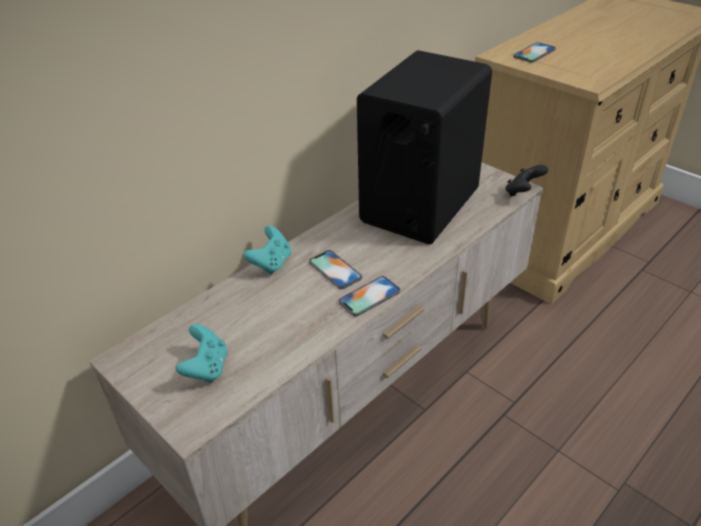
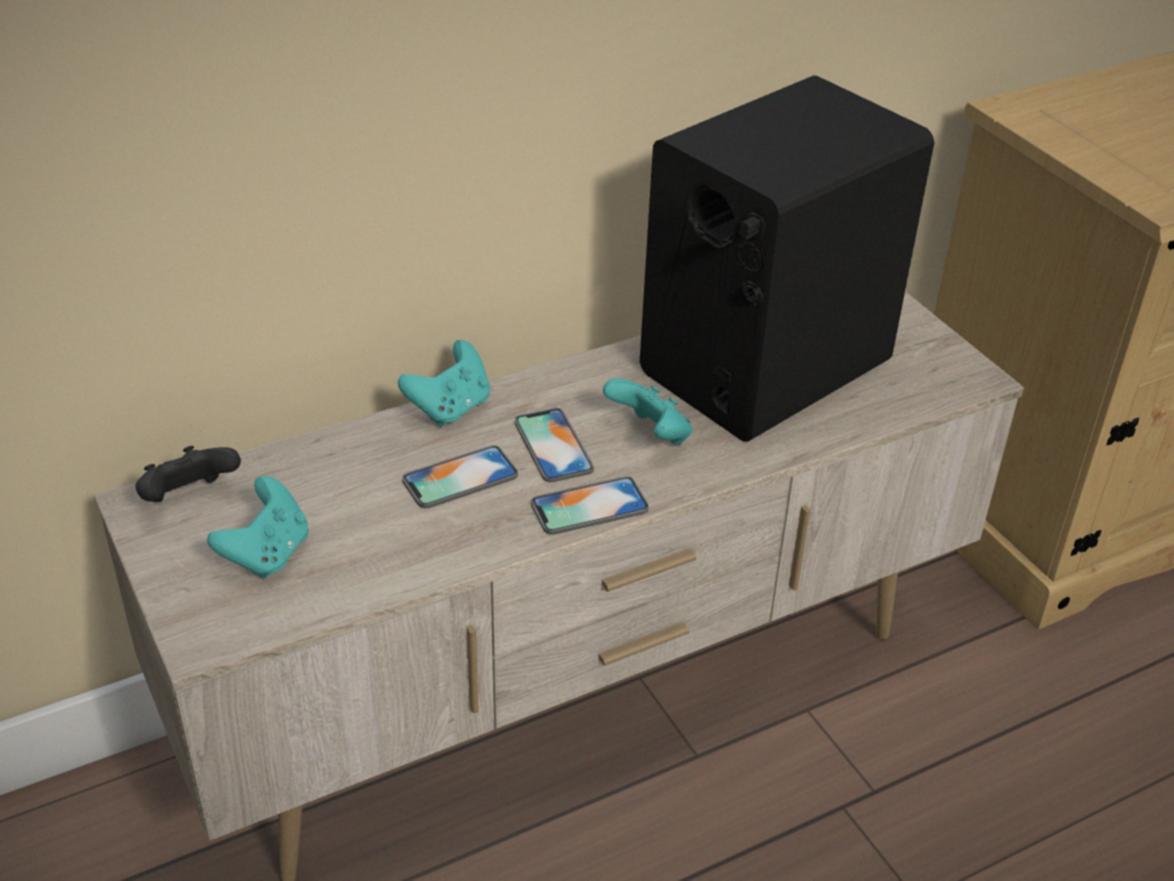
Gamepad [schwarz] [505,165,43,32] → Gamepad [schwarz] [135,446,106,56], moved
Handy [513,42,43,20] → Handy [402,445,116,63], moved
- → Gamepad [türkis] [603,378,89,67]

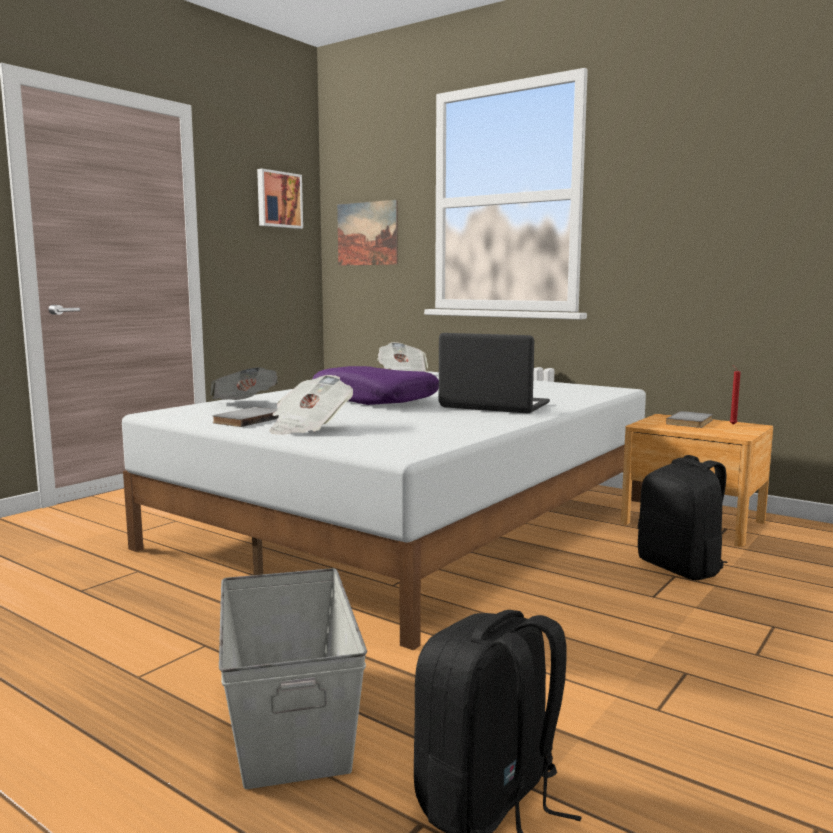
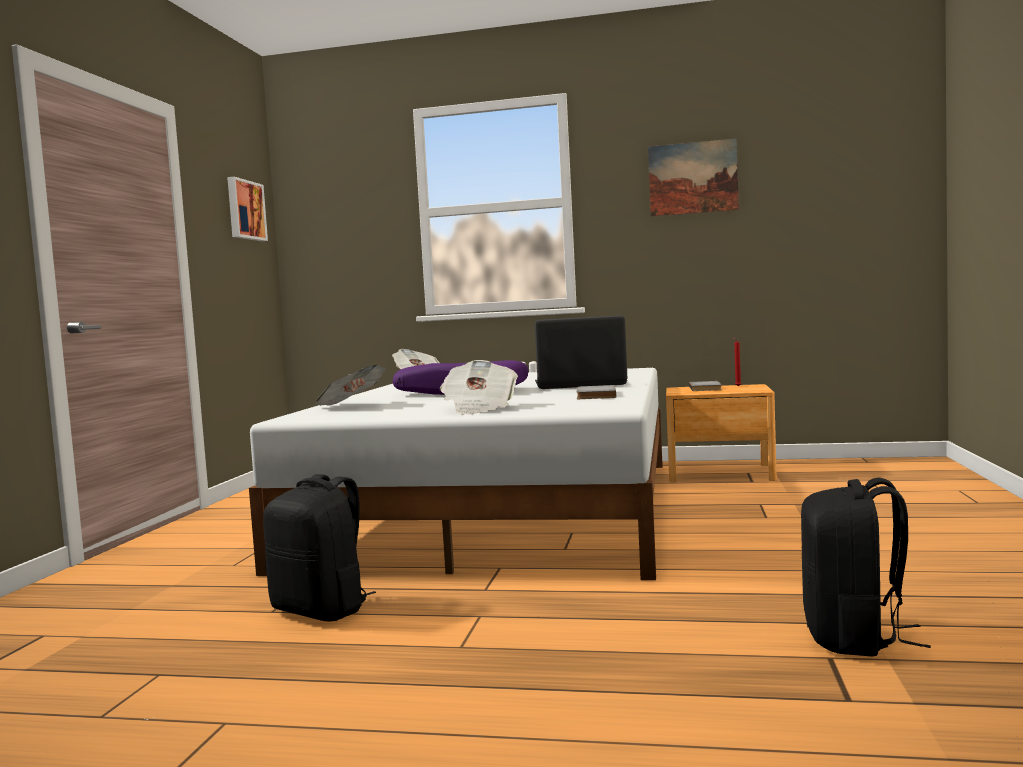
Buch [grau] [212,407,67,20] → Buch [grau] [577,385,39,14], moved
Aufbewahrungsbox [grau] [219,568,148,221] → -
Bild [337,200,61,66] → Bild [648,139,91,77], moved
Rucksack [schwarz] [638,455,90,125] → Rucksack [schwarz] [263,474,113,147], moved

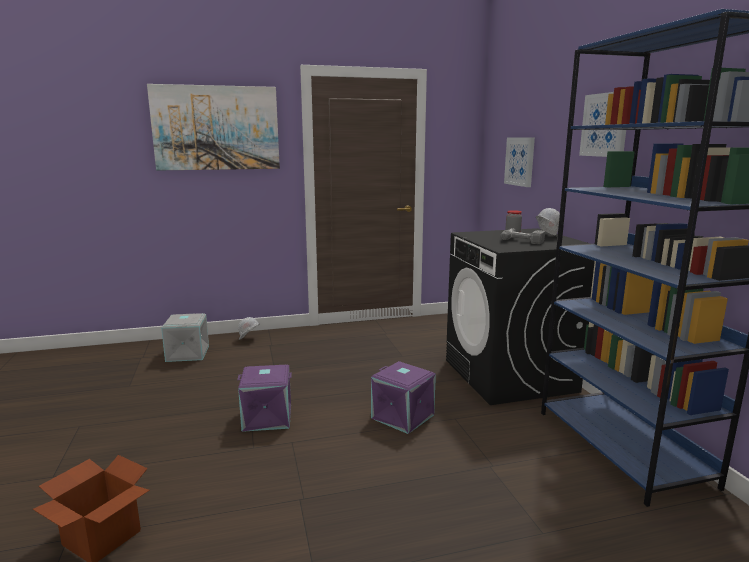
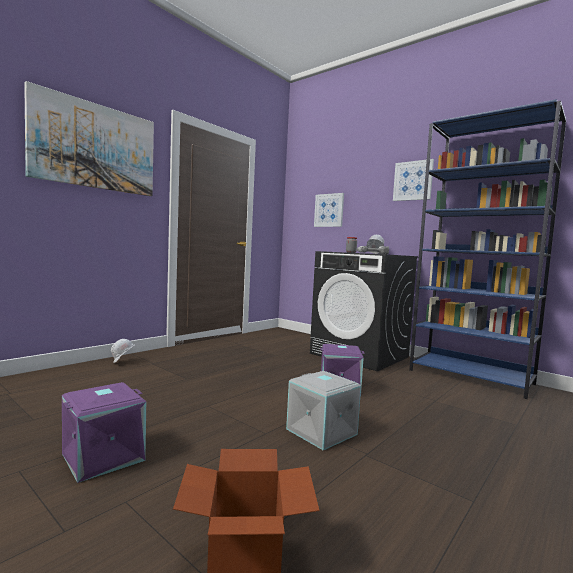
Aufbewahrungsbox [grau] [161,313,48,49] → Aufbewahrungsbox [grau] [286,371,75,79], moved
Aufbewahrungsbox [lila] [237,365,55,67] → Aufbewahrungsbox [lila] [62,382,84,101], moved

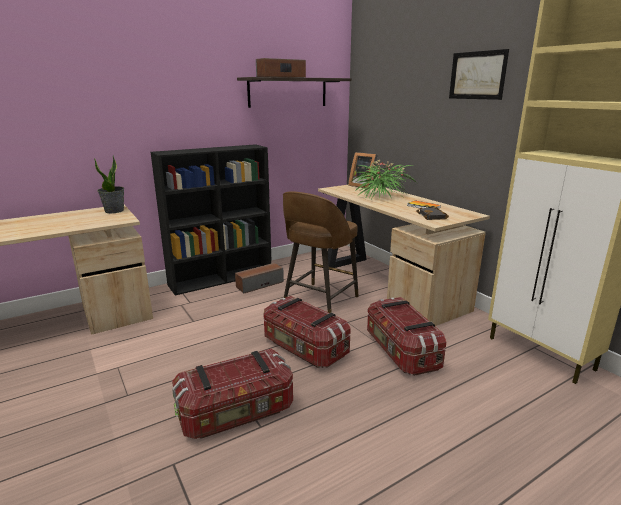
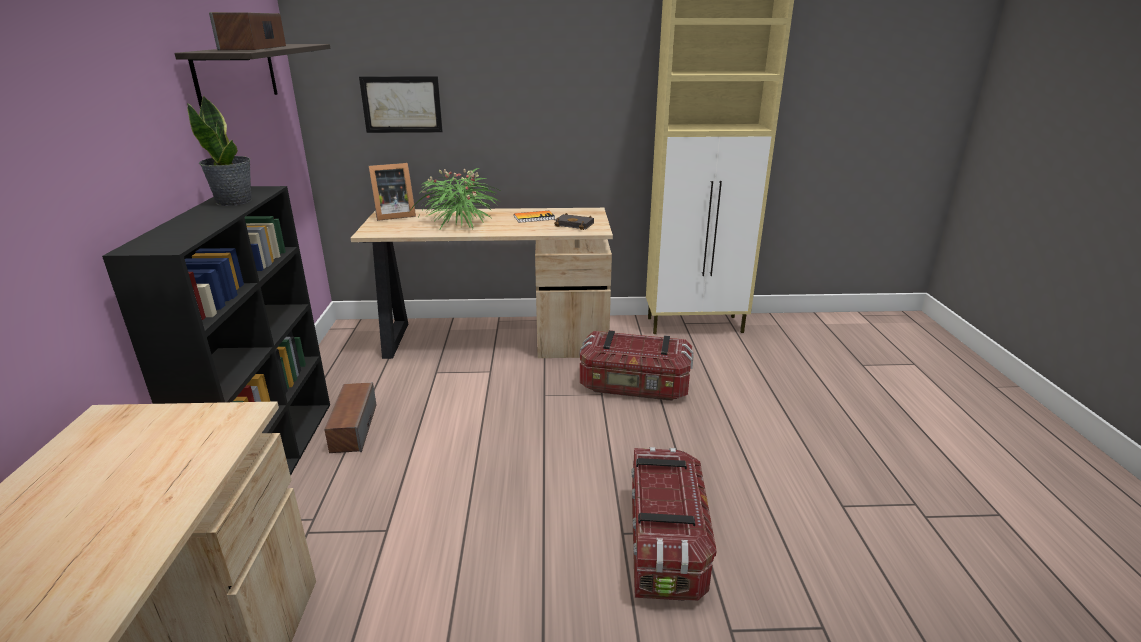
Topfpflanze [94,155,30,58] → Topfpflanze [187,95,64,111], moved
Aufbewahrungsbox [264,296,87,72] → -
Hocker [braun] [283,191,76,122] → -
Bild [449,49,60,51] → Bild [359,76,84,57], moved

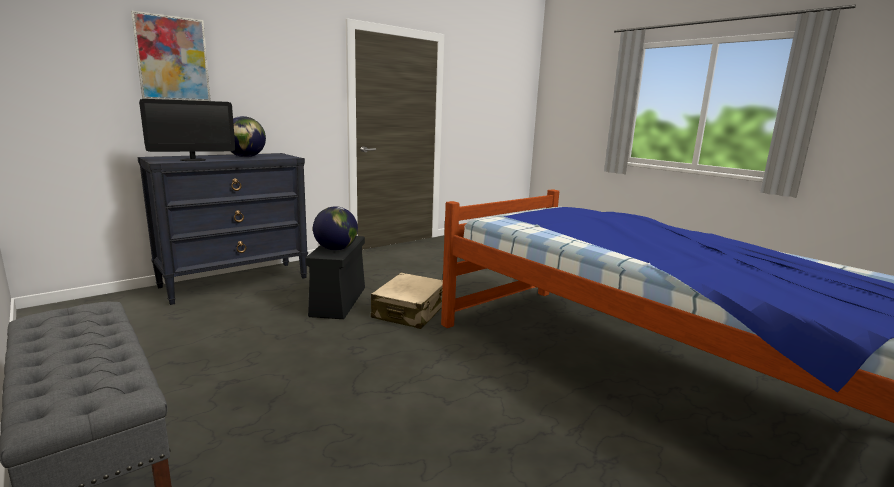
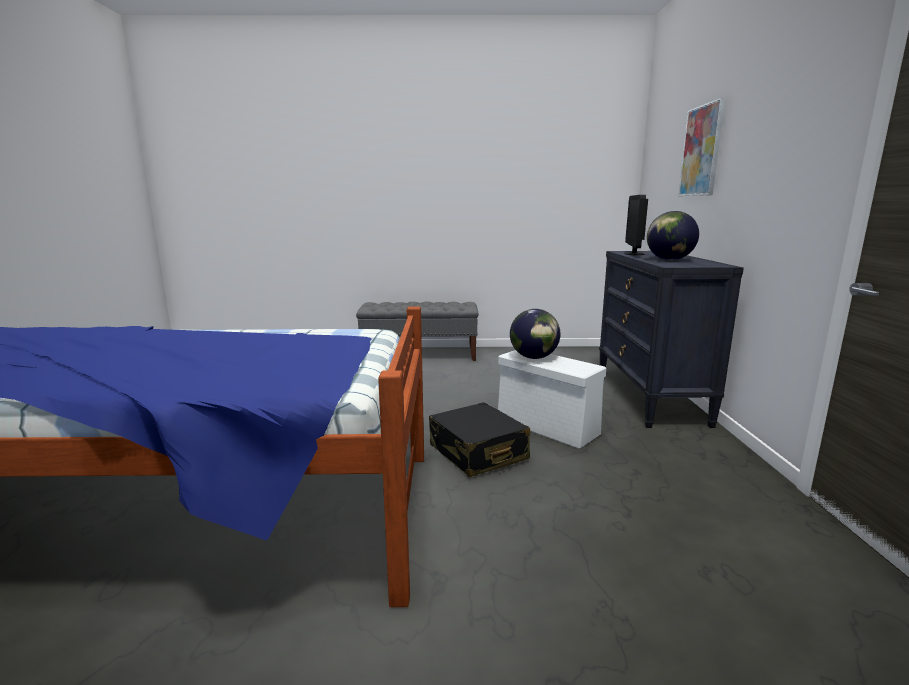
Aufbewahrungsbox [schwarz] [305,236,60,83] → Aufbewahrungsbox [weiß] [498,350,108,99]
Koffer [beige] [371,273,72,56] → Koffer [schwarz] [429,402,101,75]

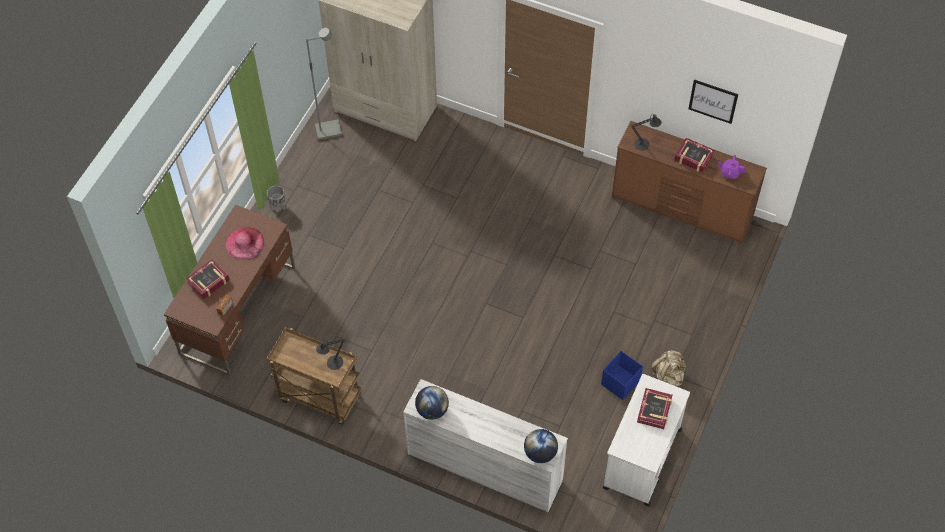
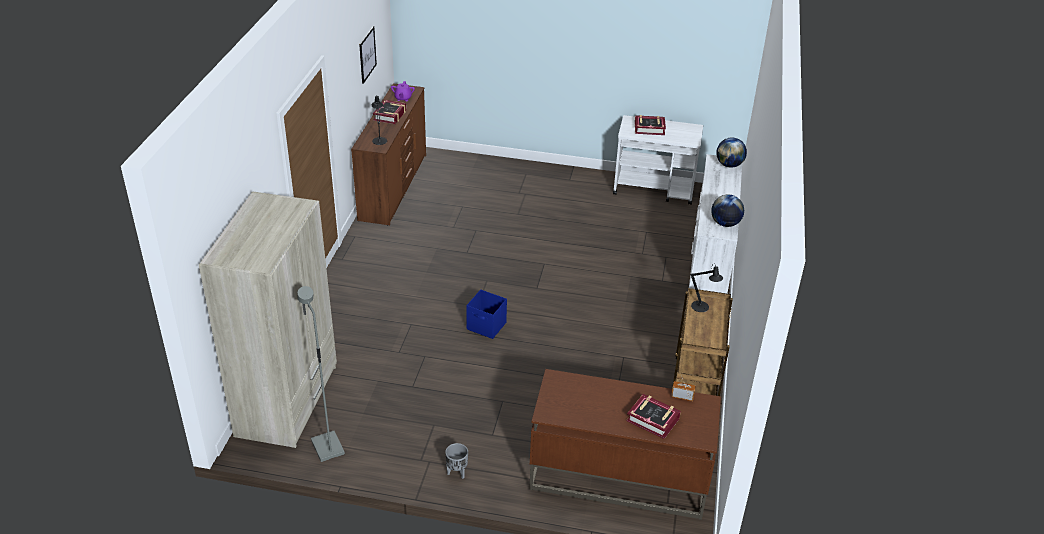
Hut [rosa] [226,227,38,33] → -
Aufbewahrungsbox [blau] [601,351,42,49] → Aufbewahrungsbox [blau] [466,290,41,49], moved
Rucksack [beige] [651,350,36,37] → -

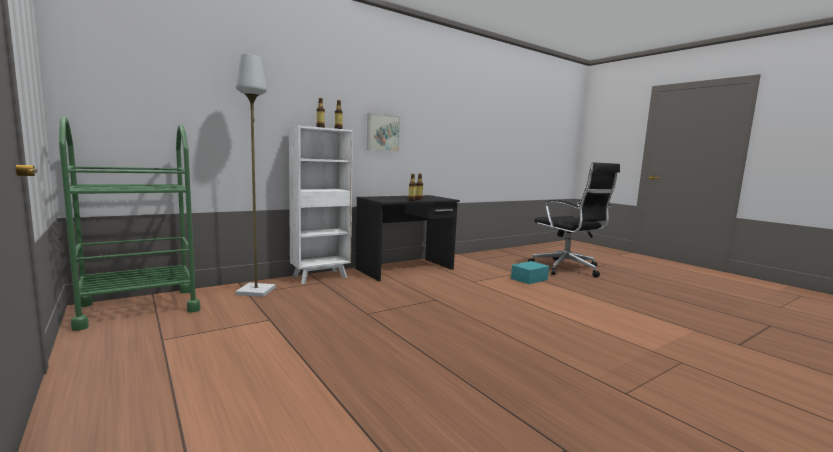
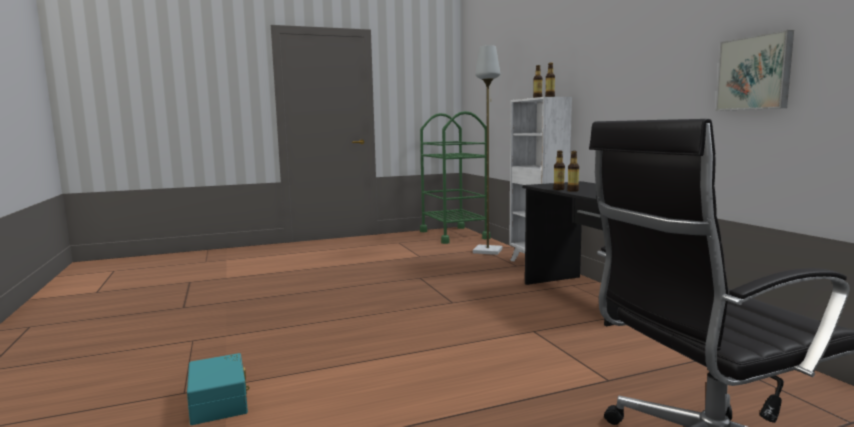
Bild [367,113,33,39] → Bild [716,30,78,81], moved
Aufbewahrungsbox [türkis] [511,261,38,23] → Aufbewahrungsbox [türkis] [187,353,63,72], moved

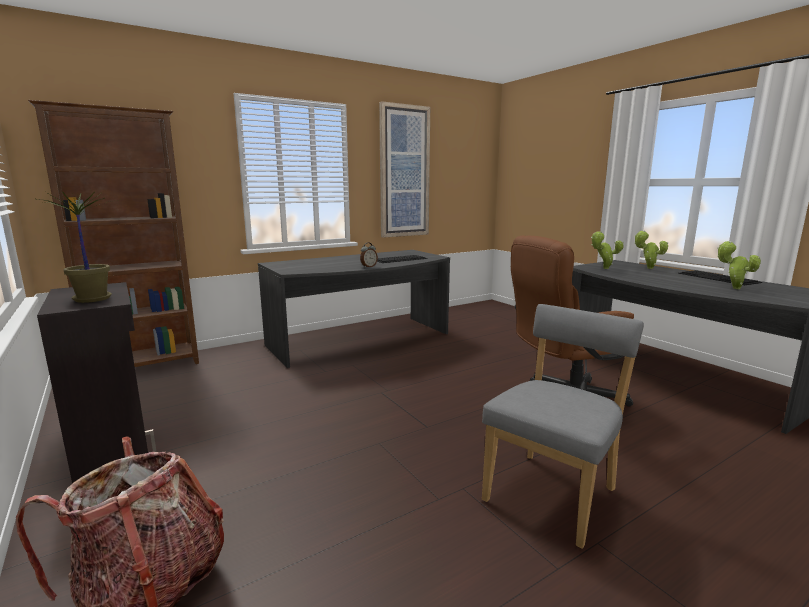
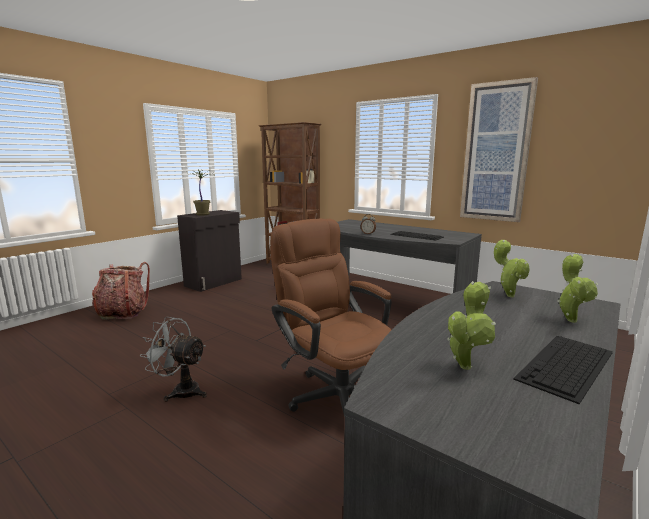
Stuhl [grau] [482,304,162,245] → Ventilator [grau] [140,317,67,85]

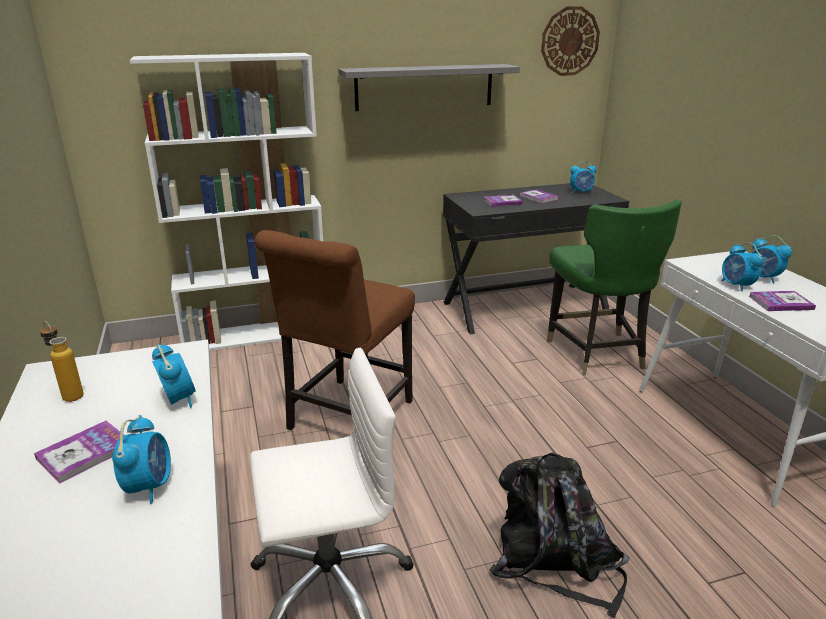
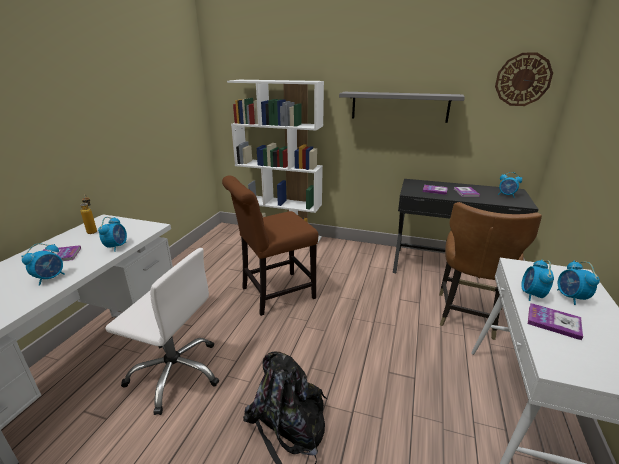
Stuhl [grün] [547,200,135,175] → Stuhl [braun] [439,202,103,138]

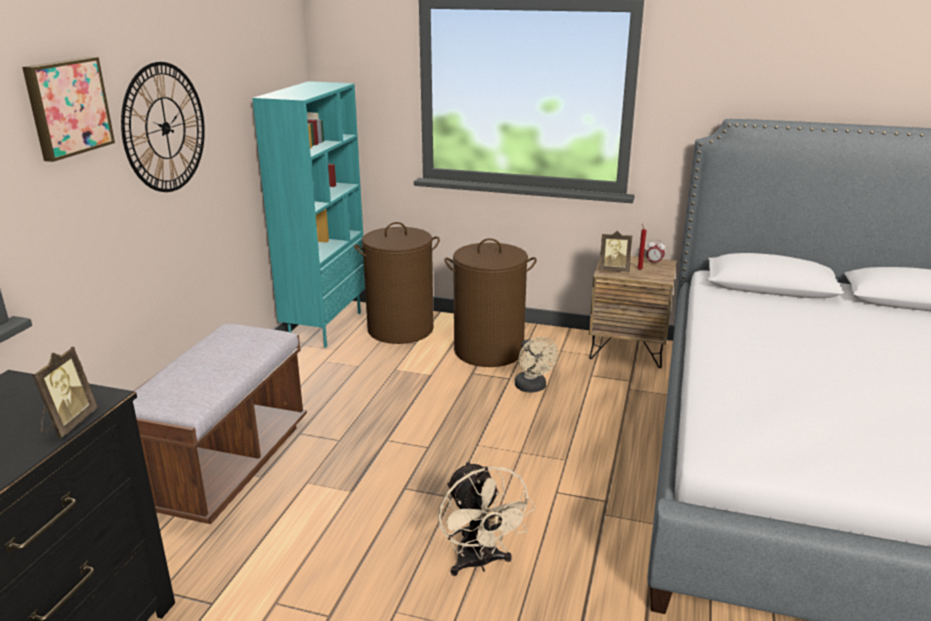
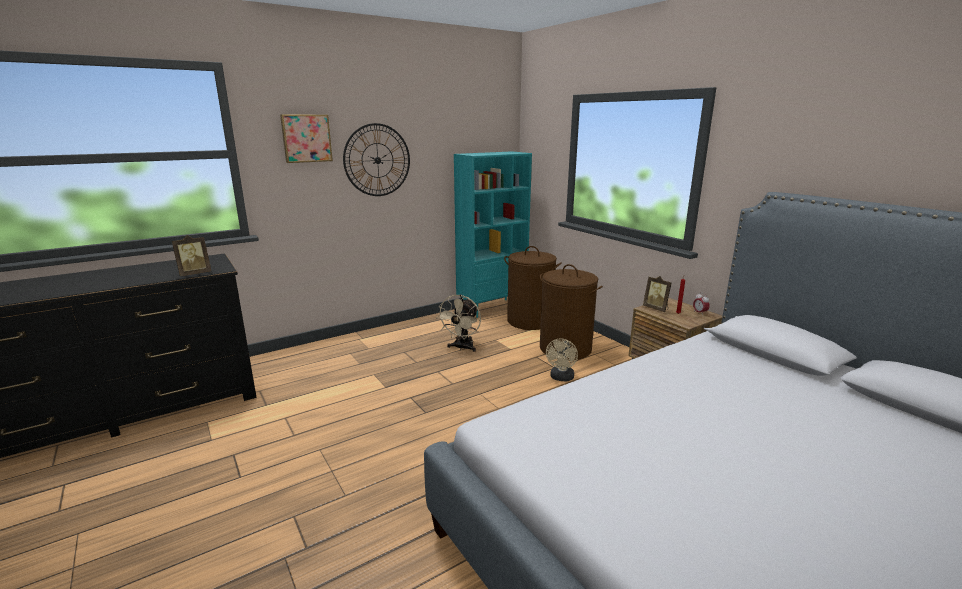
Bank [braun] [133,324,174,200] → -
Ventilator [beige] [438,461,98,115] → Ventilator [beige] [436,294,45,58], moved

